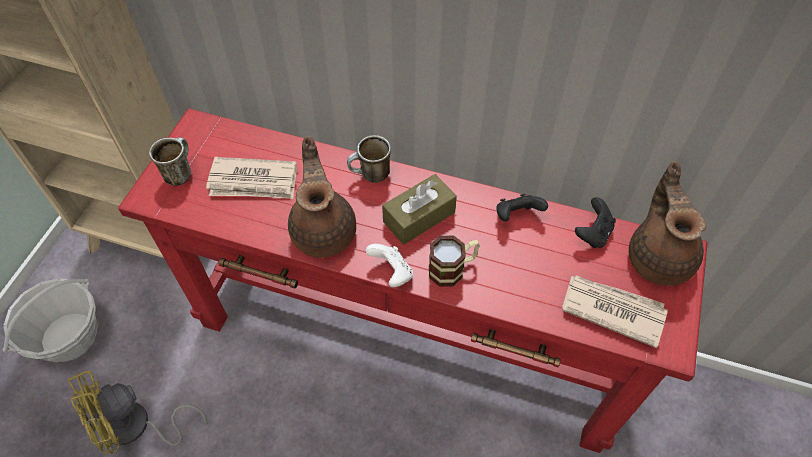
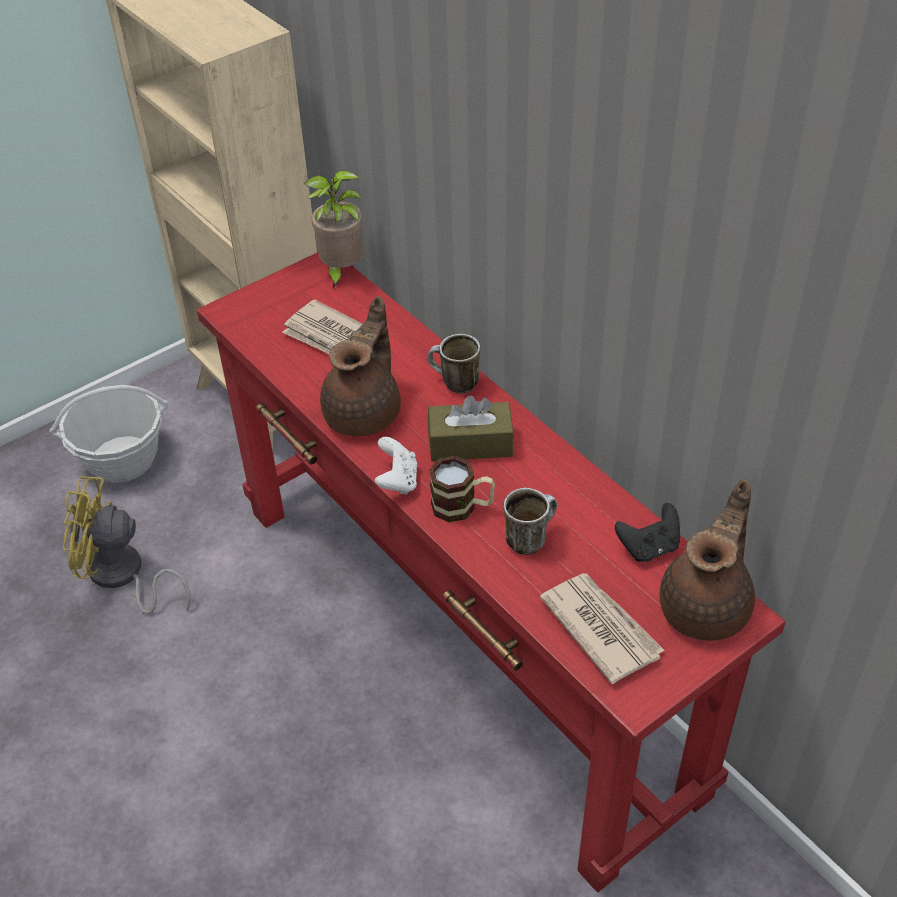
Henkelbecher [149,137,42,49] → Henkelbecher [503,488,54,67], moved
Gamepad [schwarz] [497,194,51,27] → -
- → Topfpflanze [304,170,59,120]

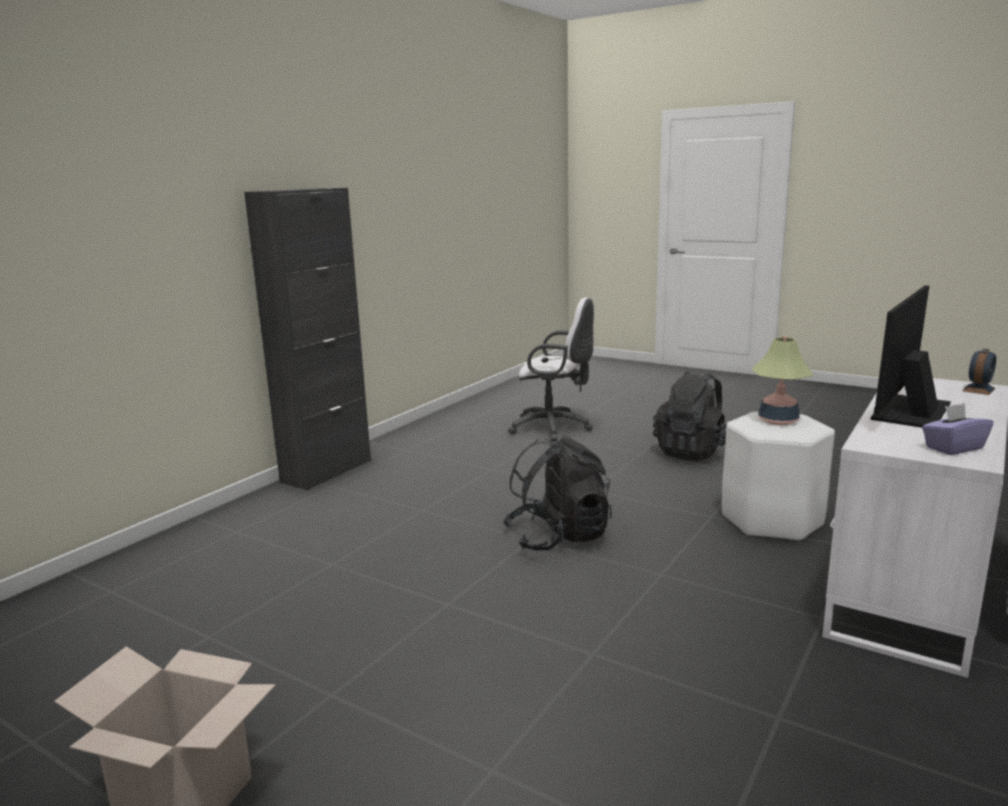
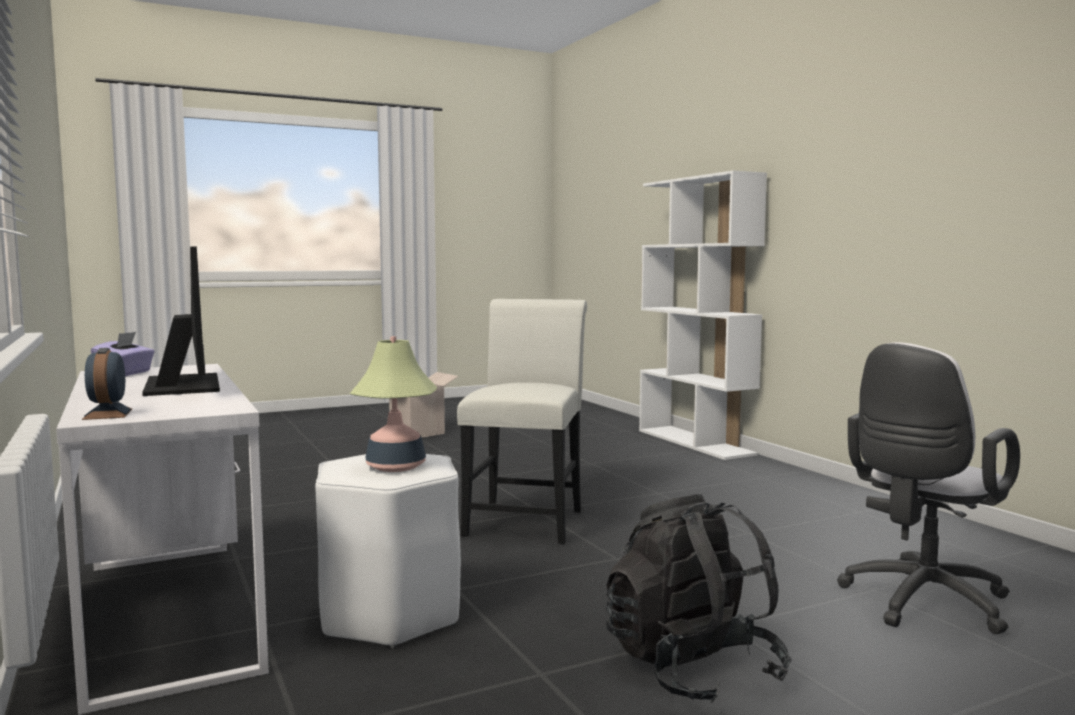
Schrank [schwarz] [244,188,127,302] → -
Rucksack [schwarz] [503,436,109,114] → Stuhl [weiß] [457,299,130,245]
- → Bücherregal [weiß] [639,171,128,289]

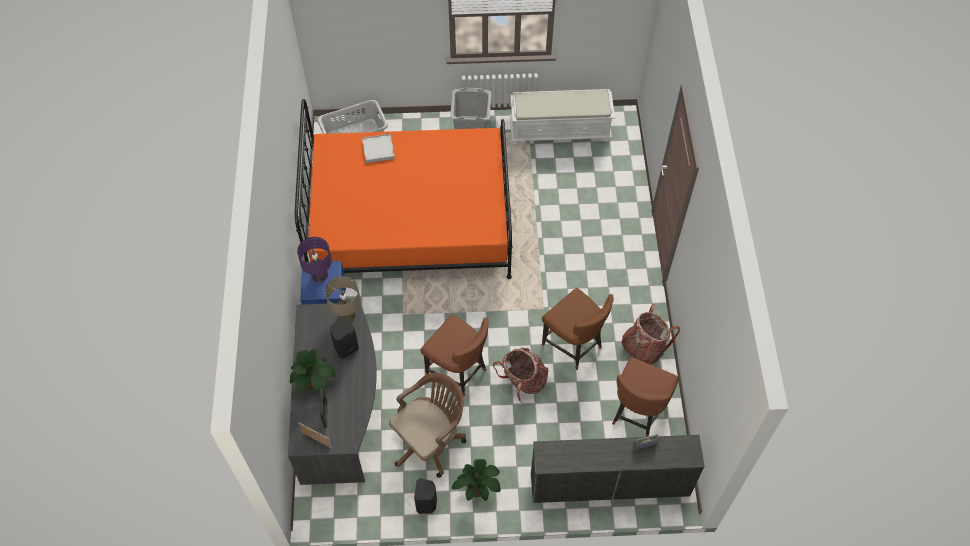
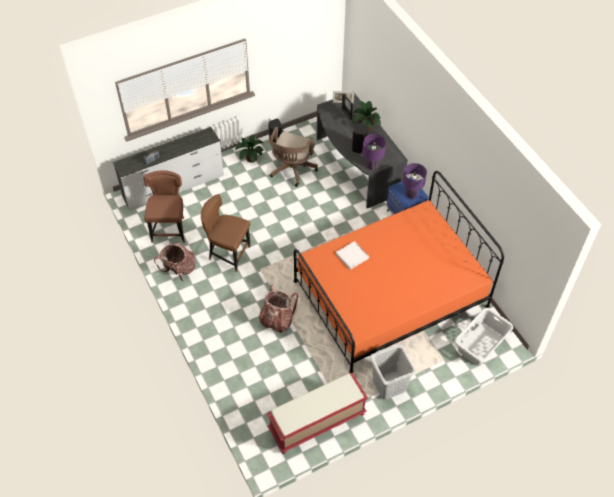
Tischlampe [beige] [325,276,36,46] → Tischlampe [lila] [362,134,24,36]
Tablett [weiß] [362,134,33,29] → Tablett [weiß] [336,241,33,29], moved
Stuhl [braun] [421,314,68,83] → -
Rucksack [493,347,56,55] → Rucksack [259,285,39,48], moved
Bank [weiß] [510,89,105,56] → Bank [rot] [267,373,101,81]

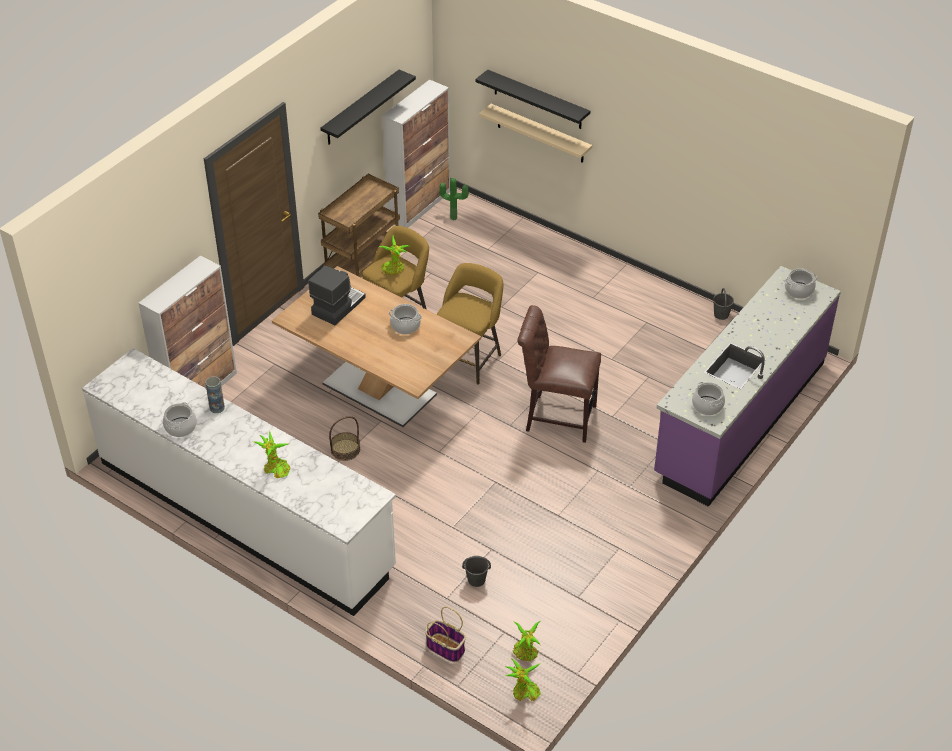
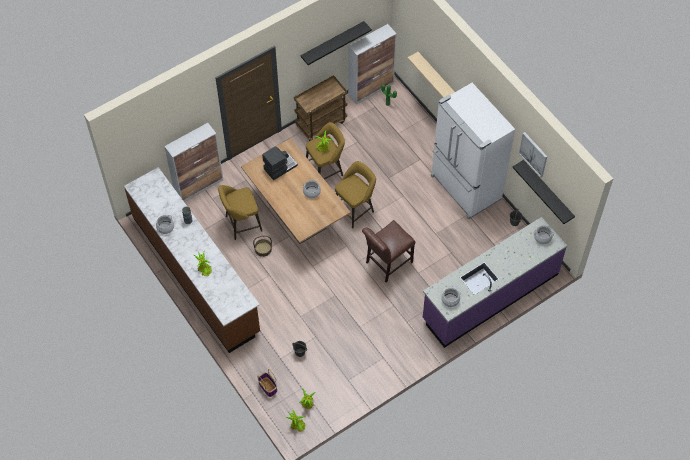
Küchenzeile [weiß] [82,348,314,268] → Küchenzeile [braun] [124,167,136,186]
Wandregal [schwarz] [475,70,115,59] → Wandregal [schwarz] [512,160,63,64], moved
Stuhl [braun] [517,305,84,138] → Stuhl [braun] [362,220,53,63], 75 degrees counterclockwise
- → Hocker [gelb] [218,185,44,55]
- → Kühlschrank [weiß] [431,83,84,137]
- → Bild [519,132,28,45]

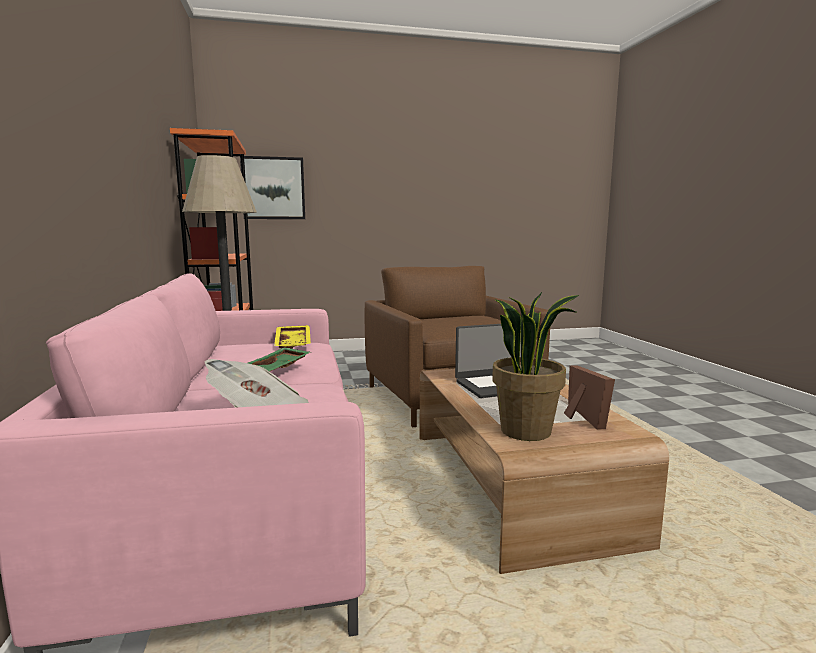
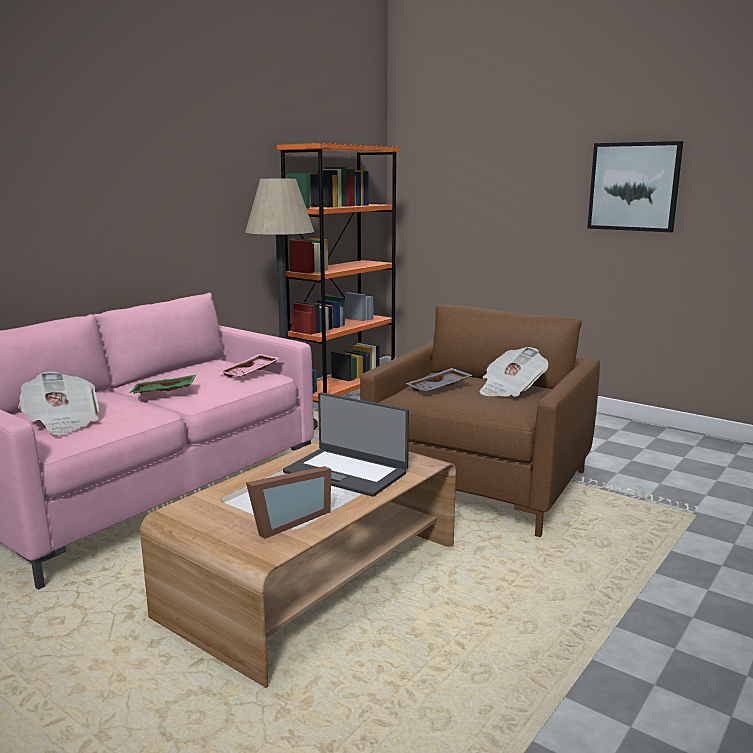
Bild [240,156,65,63] → Bild [587,141,96,91], moved
Tablett [gelb] [274,325,37,24] → Tablett [rosa] [218,354,62,23]
Topfpflanze [492,292,87,149] → -
- → Tablett [grau] [406,368,66,24]
- → Zeitung [479,347,69,50]

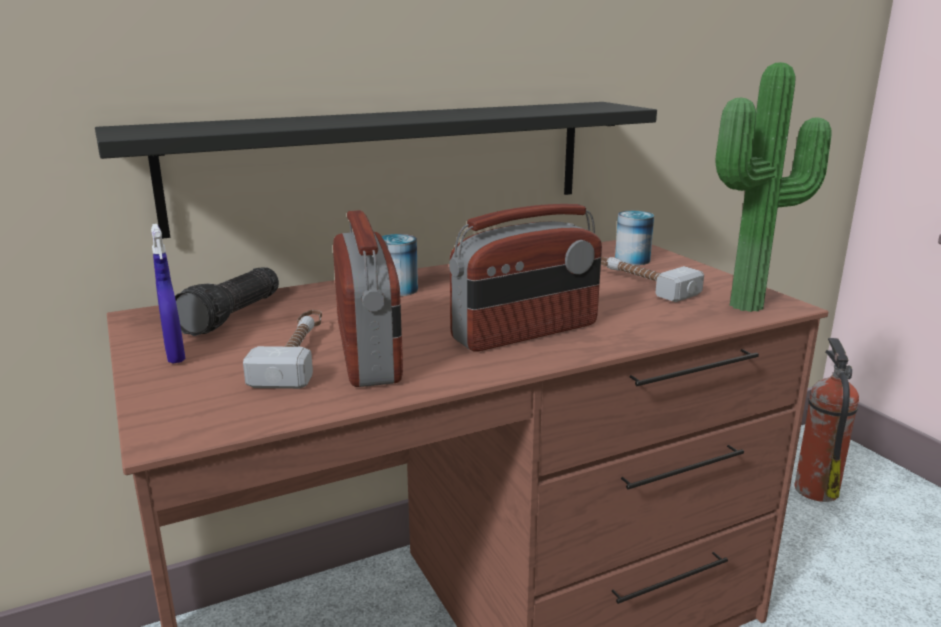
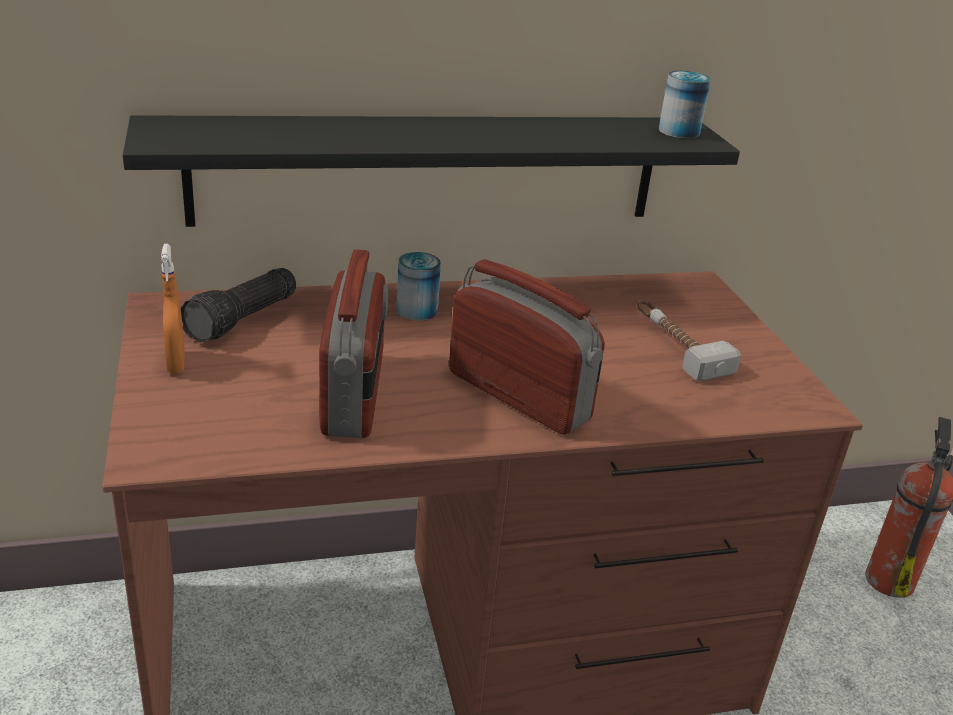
Sprühflasche [blau] [151,224,34,140] → Sprühflasche [orange] [161,244,24,130]
Hammer [243,310,79,79] → -
Radio [449,204,153,147] → Radio [449,259,156,176], 120 degrees counterclockwise
Dose [615,211,39,54] → Dose [659,71,52,67], moved
Topfpflanze [716,62,116,250] → -

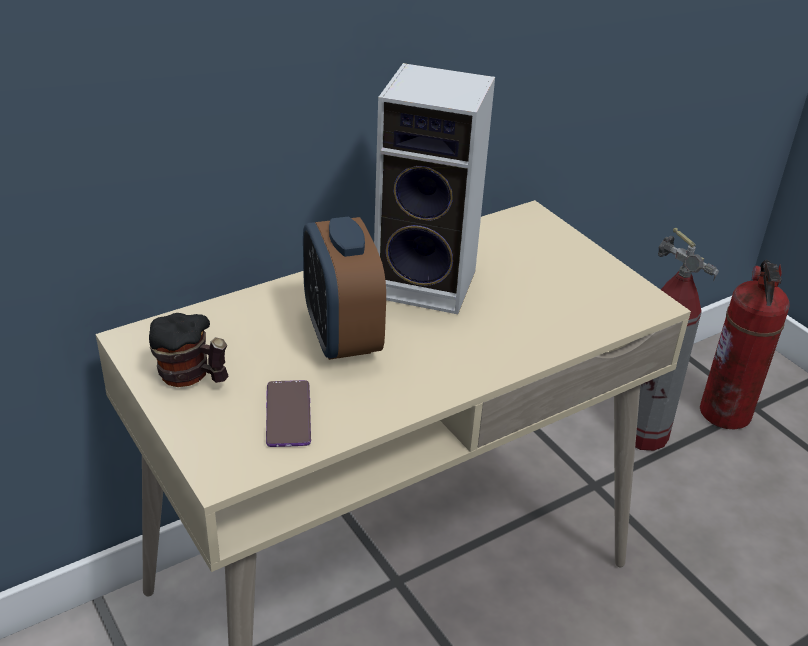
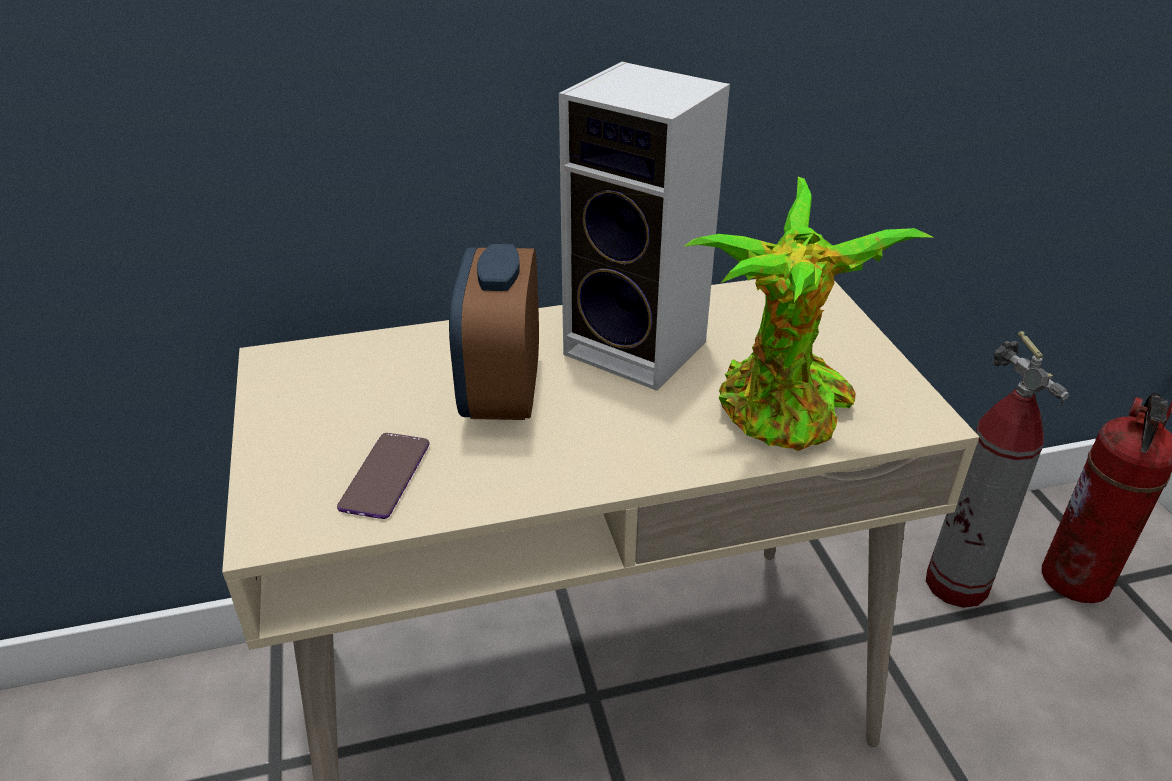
Henkelbecher [149,313,80,74] → -
- → Topfpflanze [683,177,251,274]

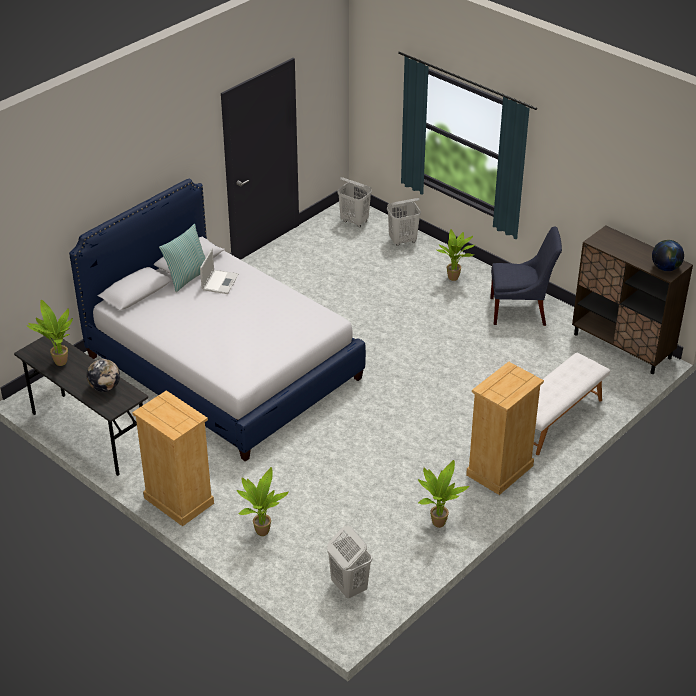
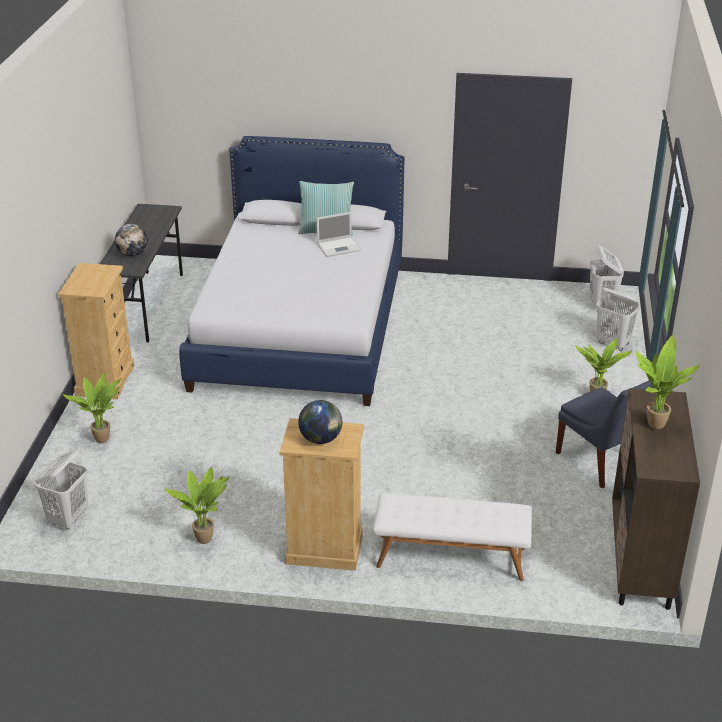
Topfpflanze [27,300,46,66] → Topfpflanze [635,335,65,95], moved
Globus [652,240,32,31] → Globus [298,400,44,44], moved

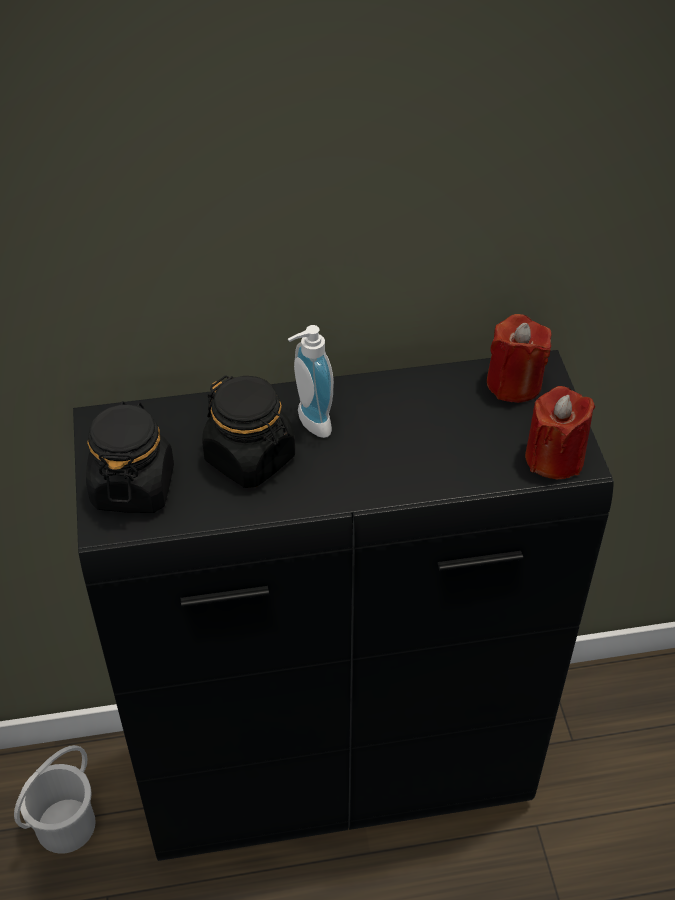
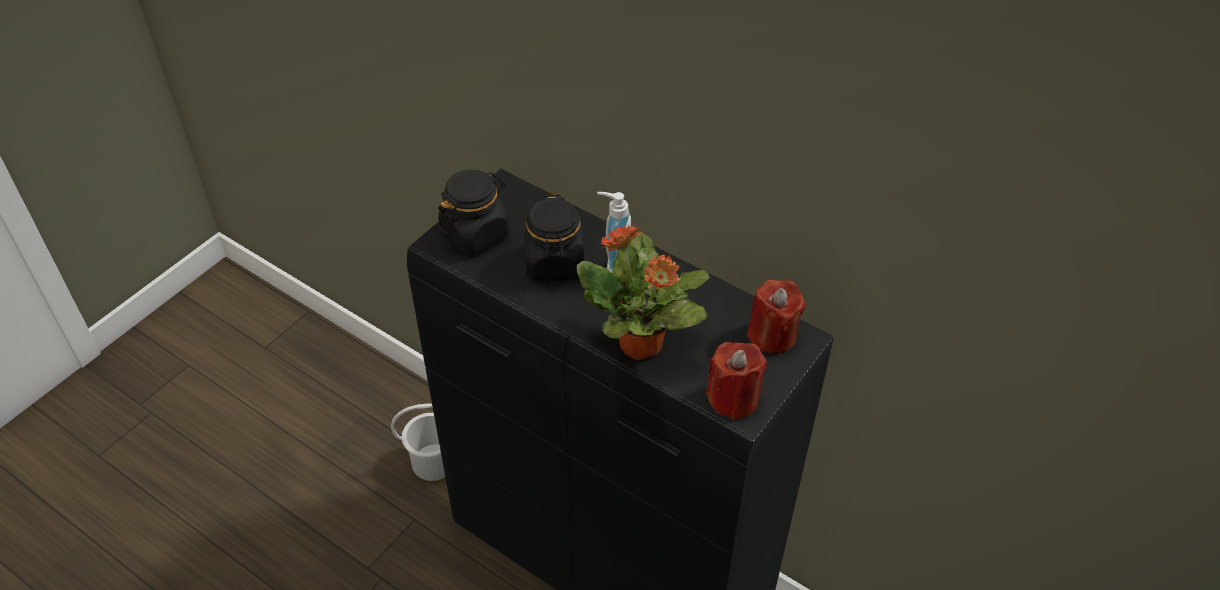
- → Topfpflanze [577,224,133,136]

